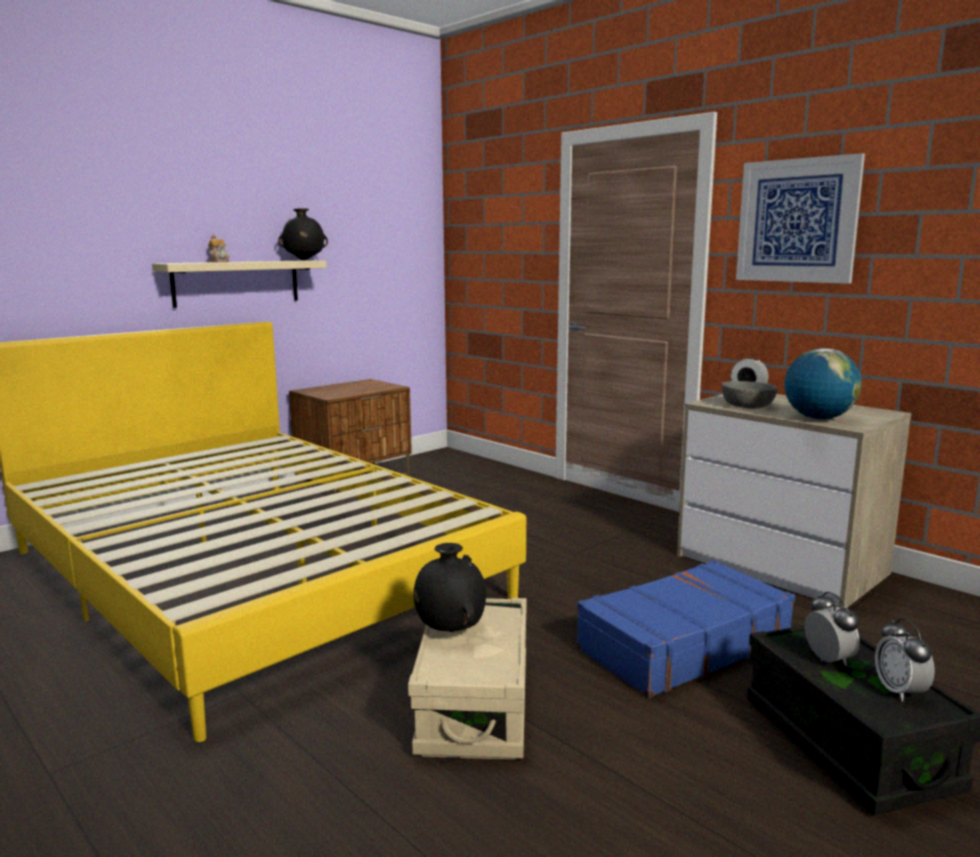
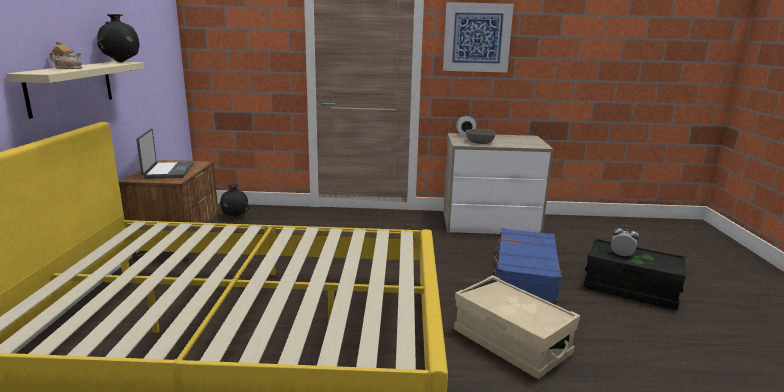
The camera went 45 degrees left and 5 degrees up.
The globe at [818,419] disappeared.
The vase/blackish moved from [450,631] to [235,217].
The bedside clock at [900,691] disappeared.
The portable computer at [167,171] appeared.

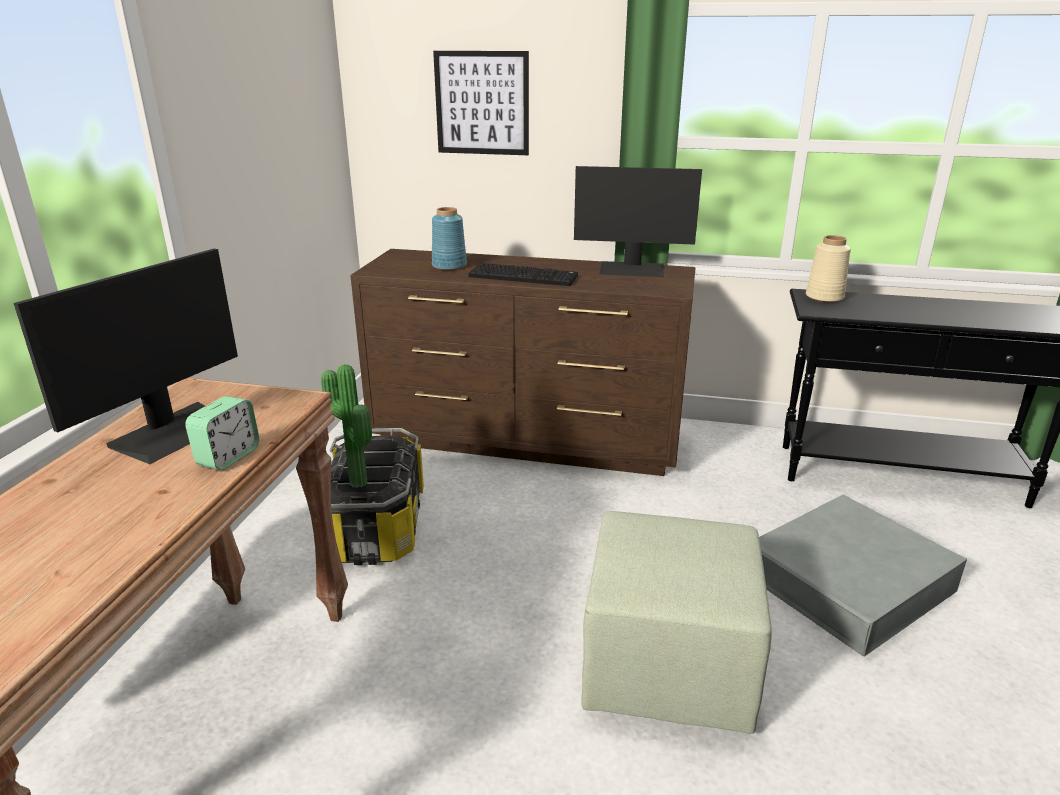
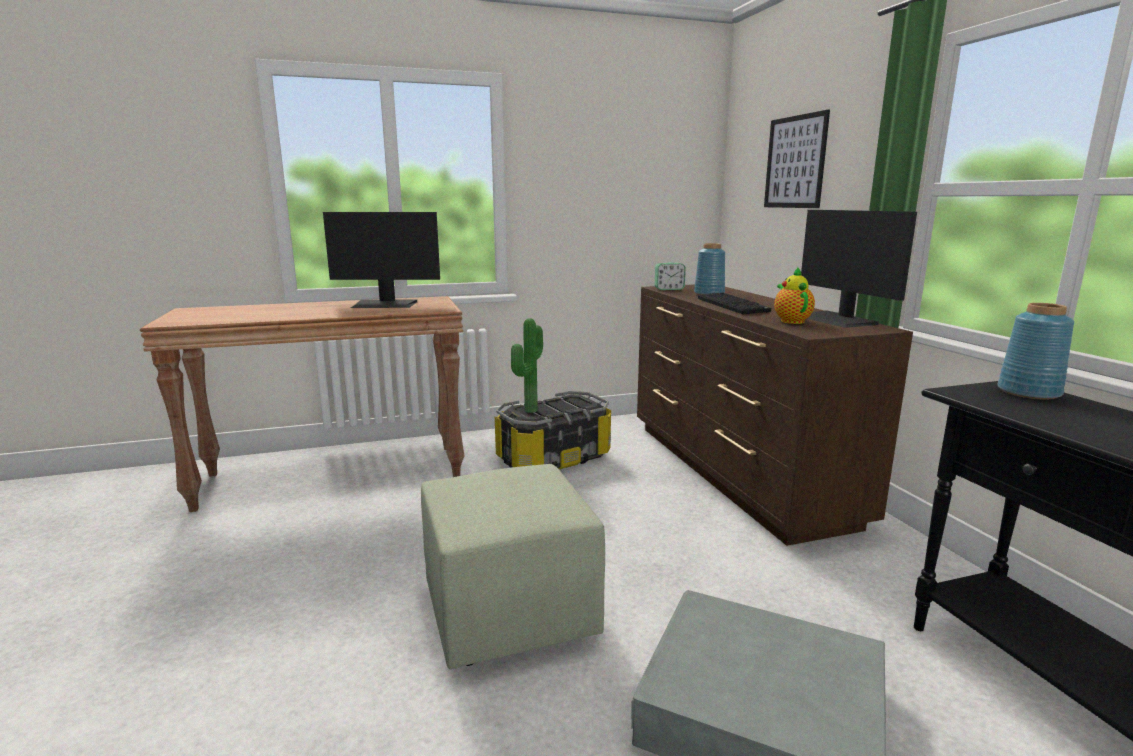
The camera went 60 degrees right and 10 degrees down.
The vase/beige at [824,297] became the vase/blue-coloured at [1029,392].
The bedside clock moved from [228,457] to [669,289].
The tea pot at [791,321] appeared.

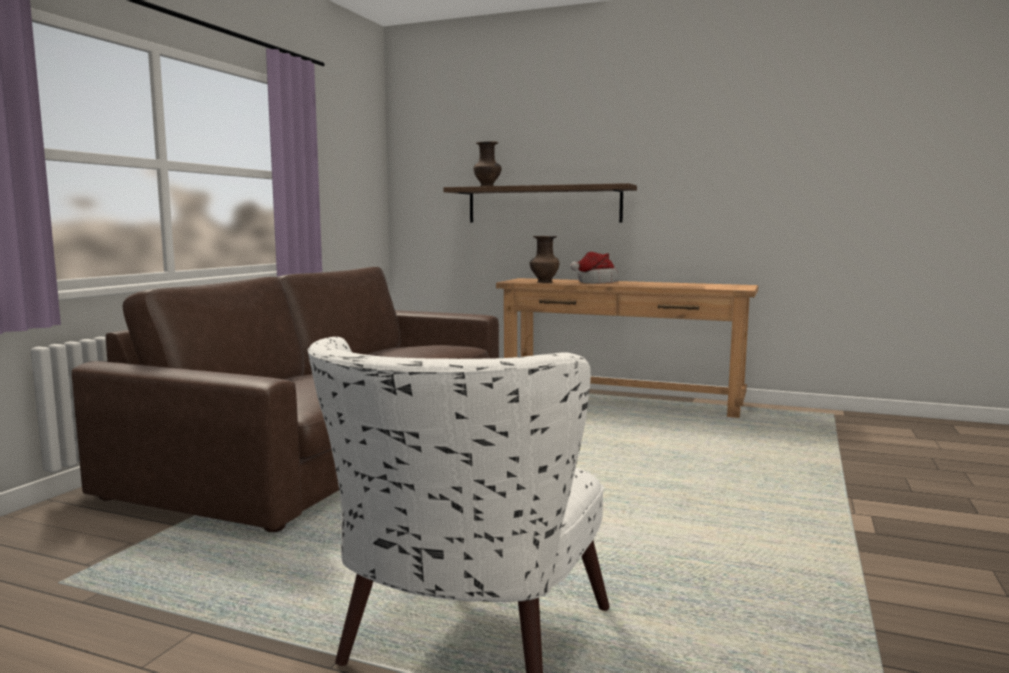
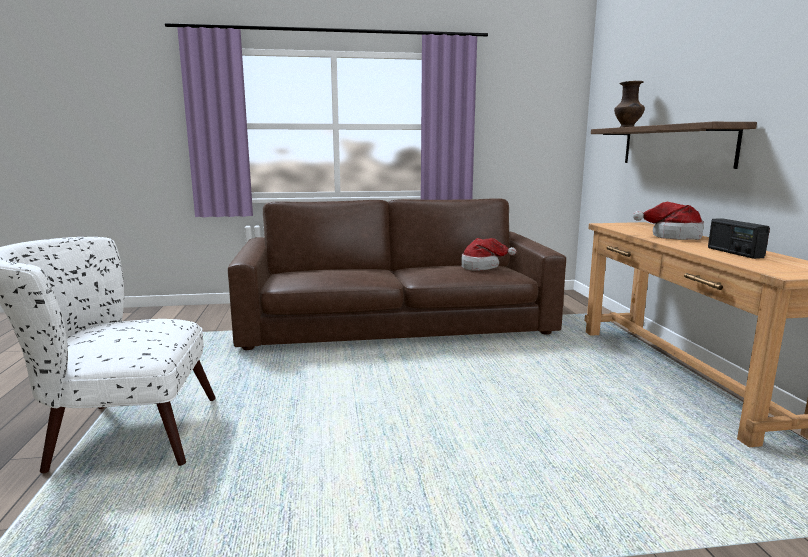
The camera went 60 degrees right and 5 degrees up.
The vase/brown-coloured at [544,282] disappeared.
The radio receiver at [734,252] appeared.
The hat at [482,266] appeared.

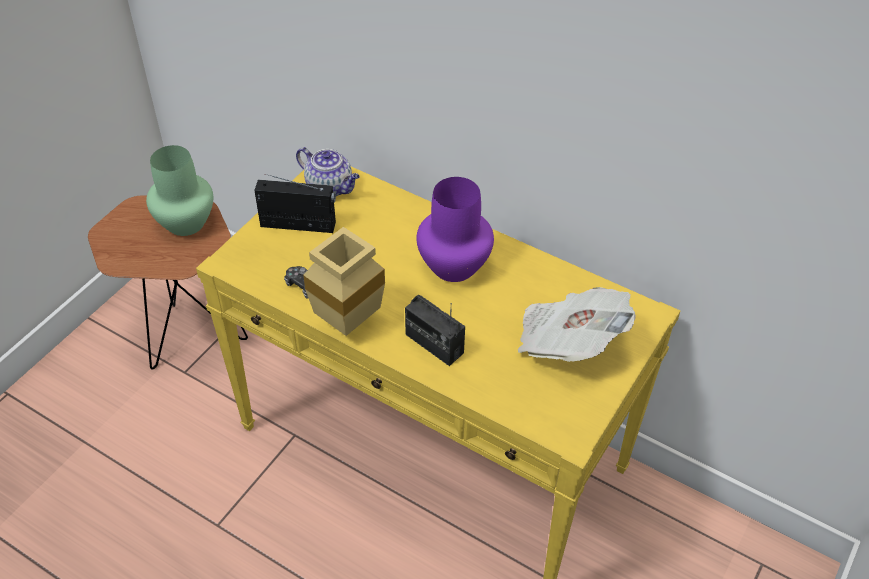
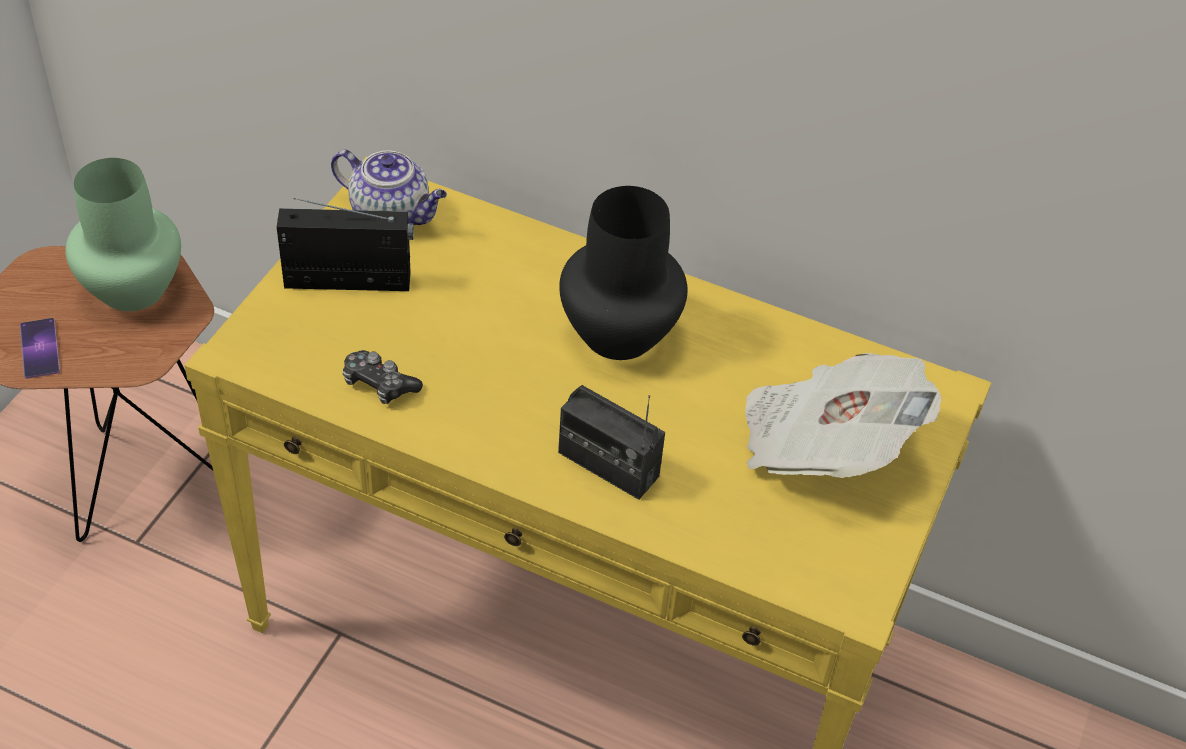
The camera went 10 degrees left and 0 degrees up.
The vase/purple-coloured at [453,265] became the vase/blackish at [617,332].
The vase/beige at [349,319] disappeared.
The handset at [39,348] appeared.

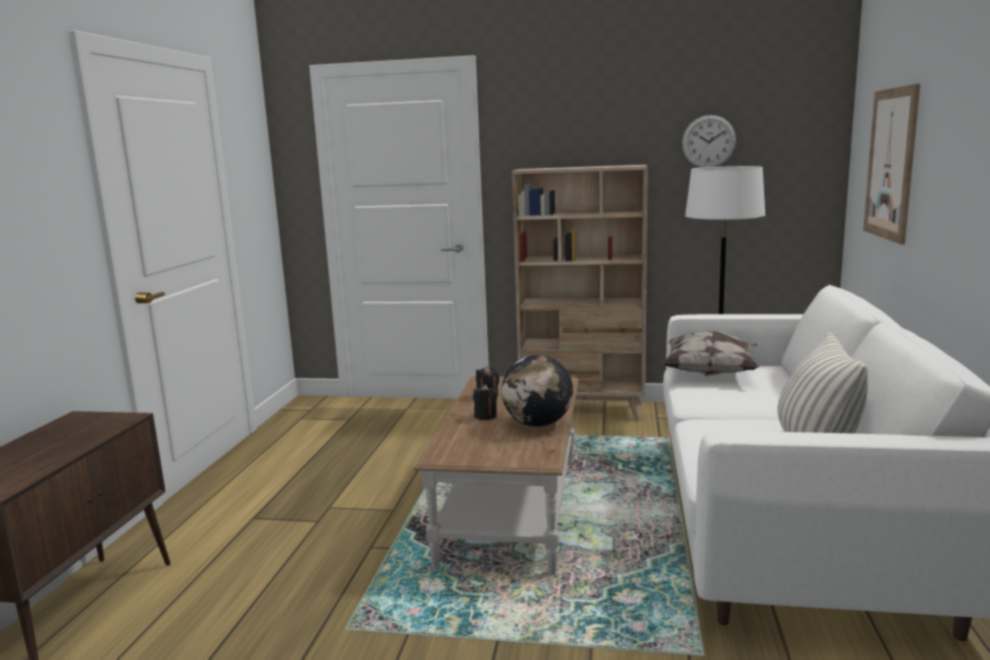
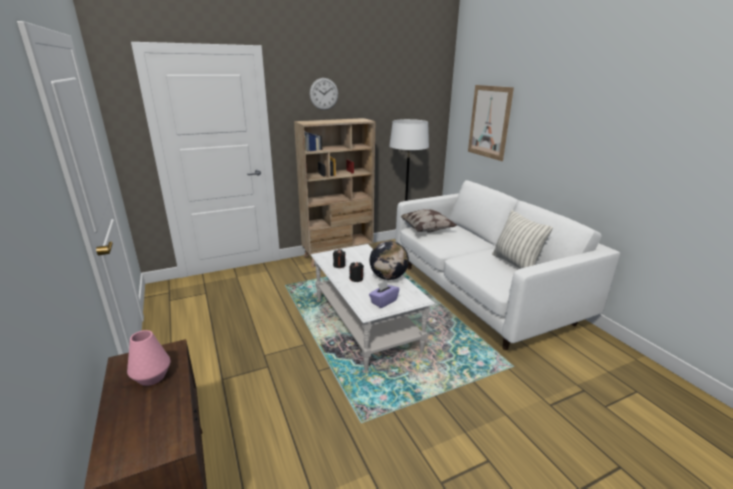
The camera went 35 degrees left and 10 degrees up.
The clock on the wall moved from [708,142] to [324,94].
The lounge table/brown-coloured at [511,509] became the lounge table/white-coloured at [365,323].
The box of tissues/purple-coloured at [383,301] appeared.
The vase/pinkish at [152,377] appeared.

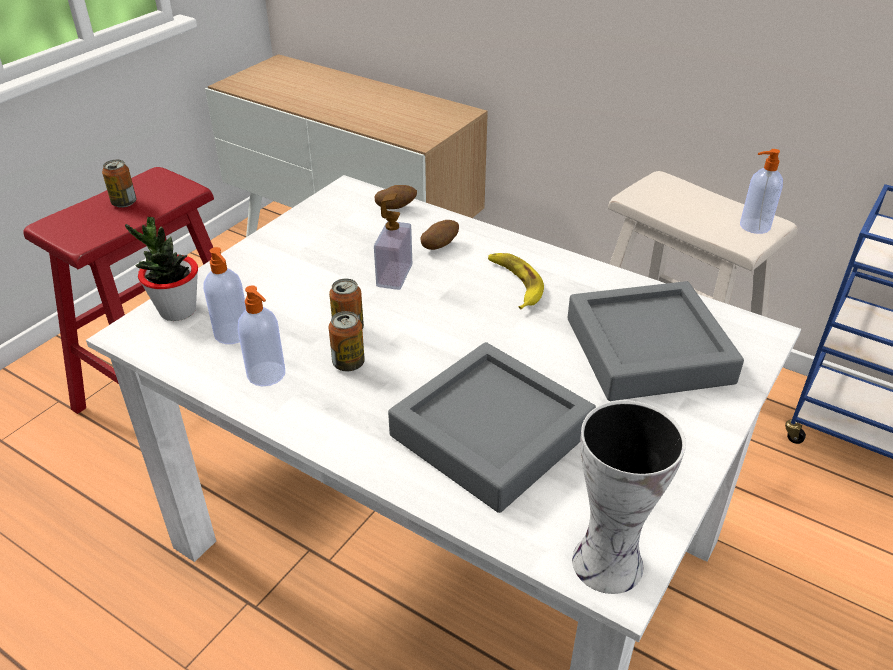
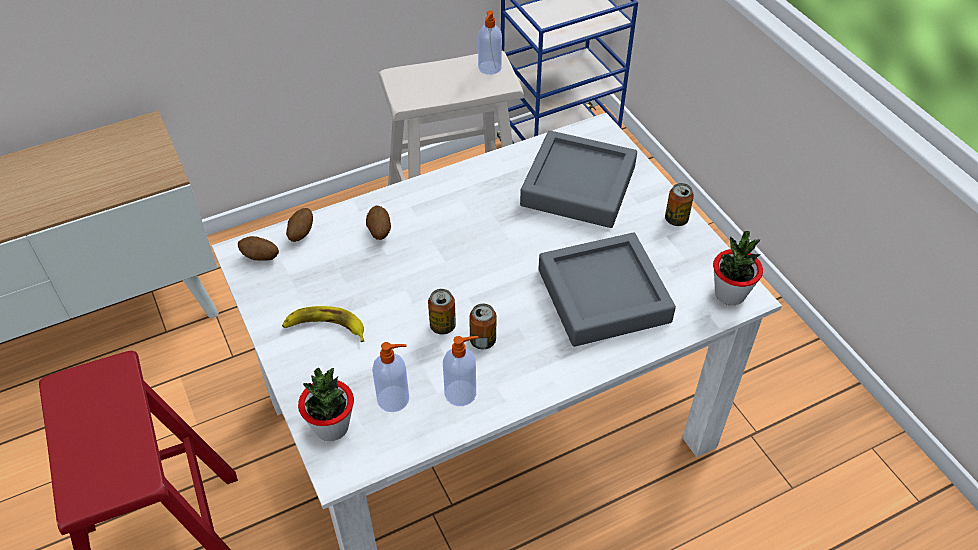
The camera went 60 degrees left and 10 degrees up.
The sealed can moved from [124,203] to [676,219].
The soap dispenser at [394,275] disappeared.
The banana moved from [515,283] to [325,327].
The vase at [604,561] was replaced by the potted plant at [729,294].
The potato at [260,257] appeared.

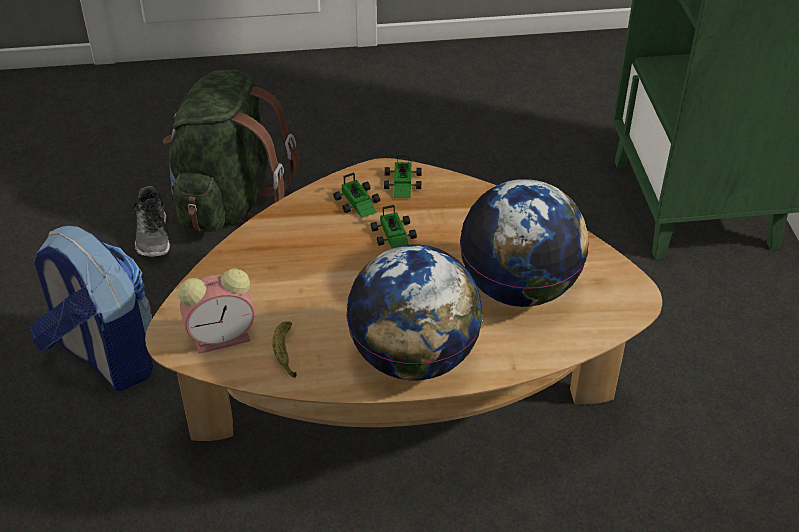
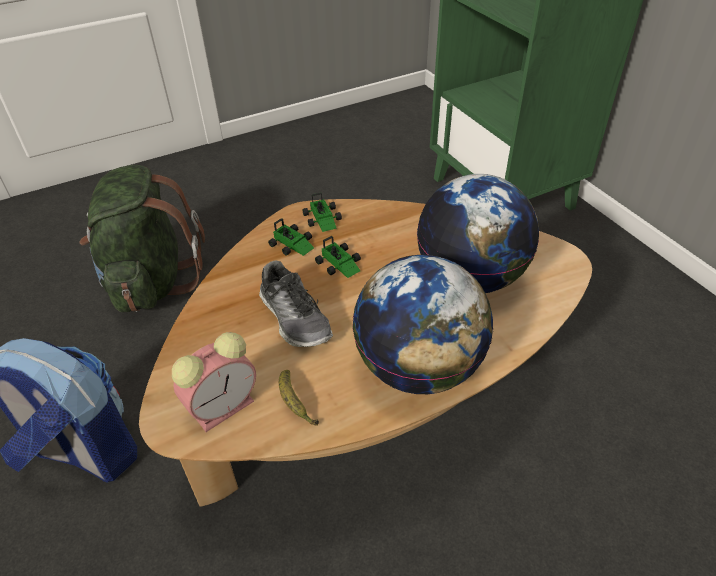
The camera went 20 degrees left and 0 degrees up.
The item of footwear moved from [153,235] to [295,318].

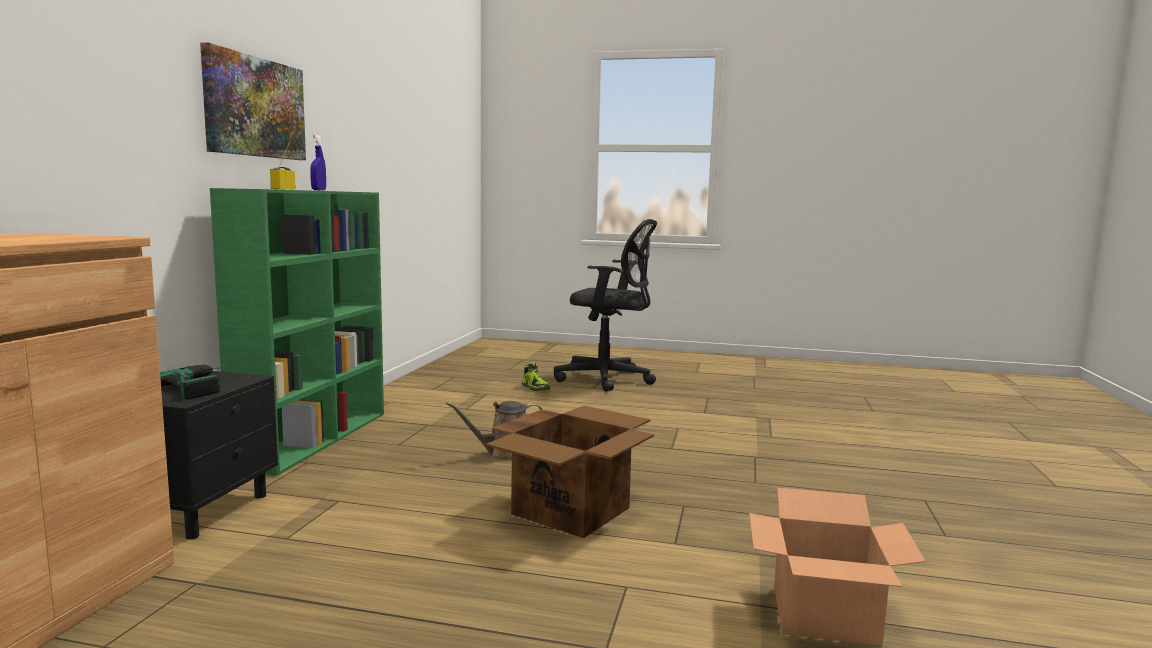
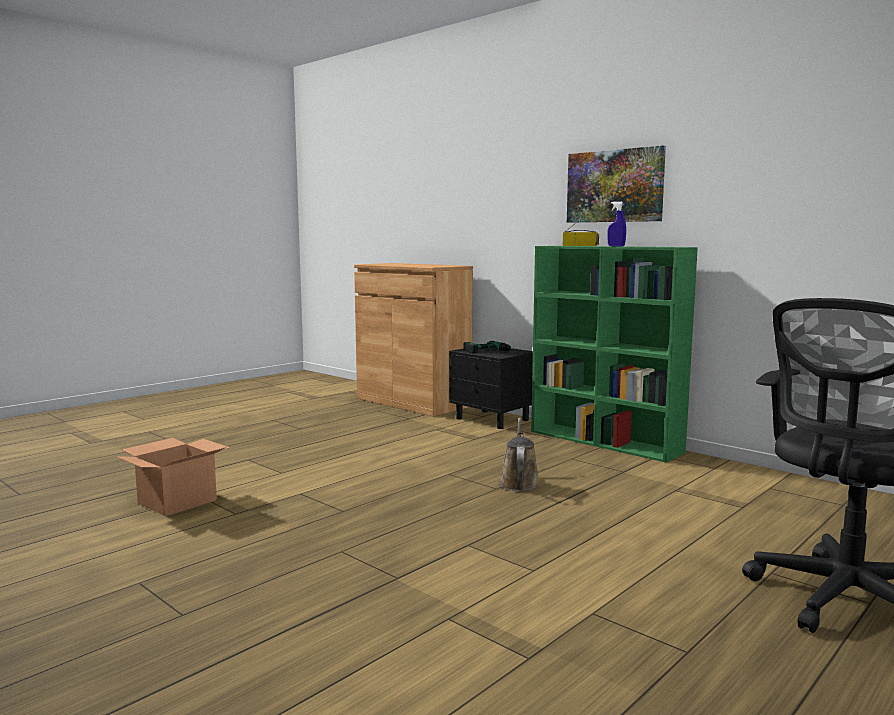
The camera went 120 degrees right and 0 degrees up.
The item of footwear at [535,388] disappeared.
The cardboard box at [572,510] disappeared.

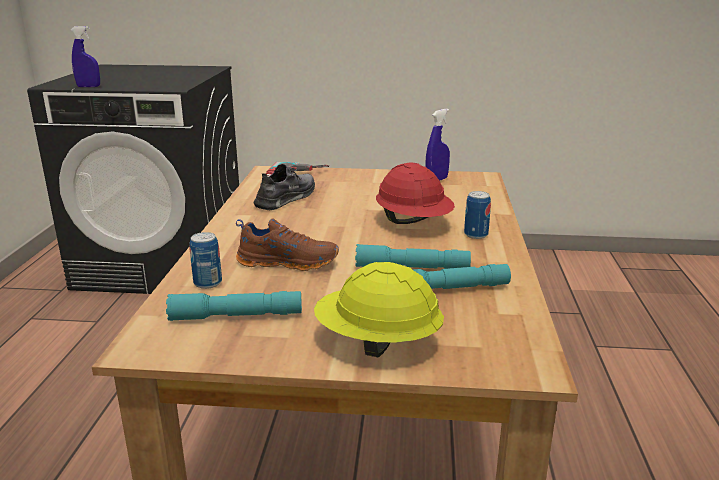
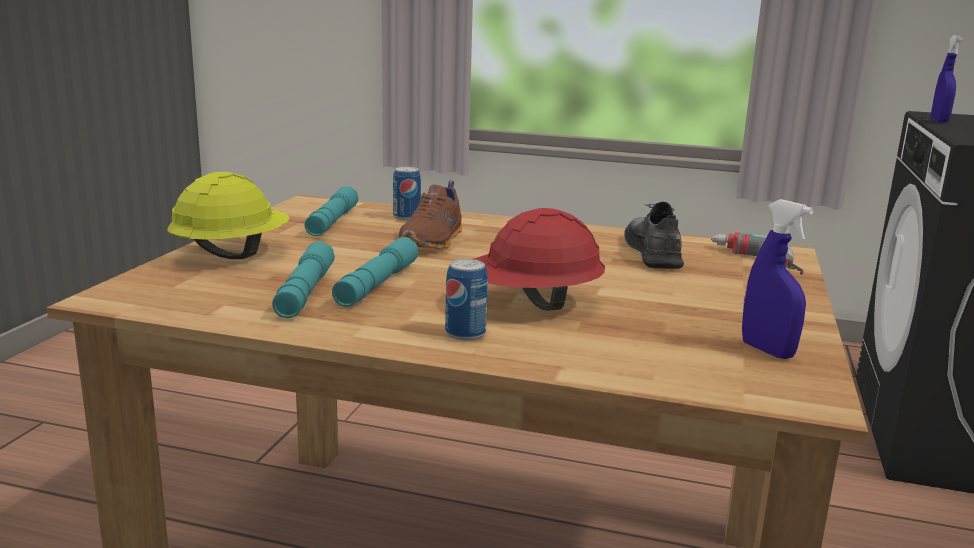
The camera went 100 degrees right and 5 degrees down.
The item of footwear/gray at [287,198] turned 135 degrees counterclockwise.

